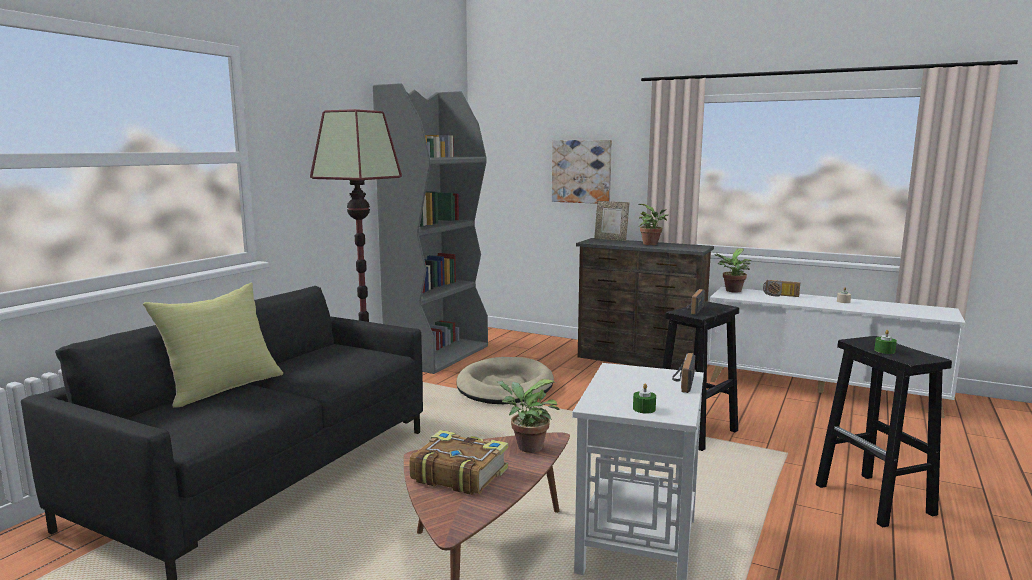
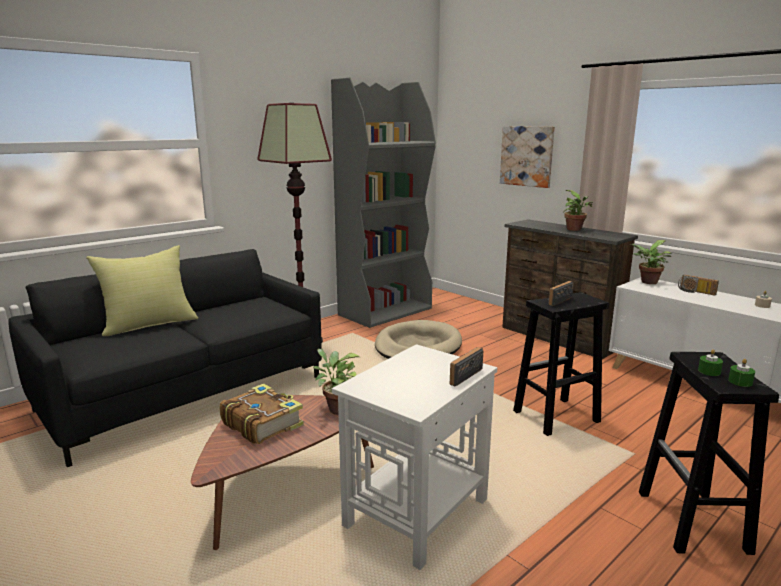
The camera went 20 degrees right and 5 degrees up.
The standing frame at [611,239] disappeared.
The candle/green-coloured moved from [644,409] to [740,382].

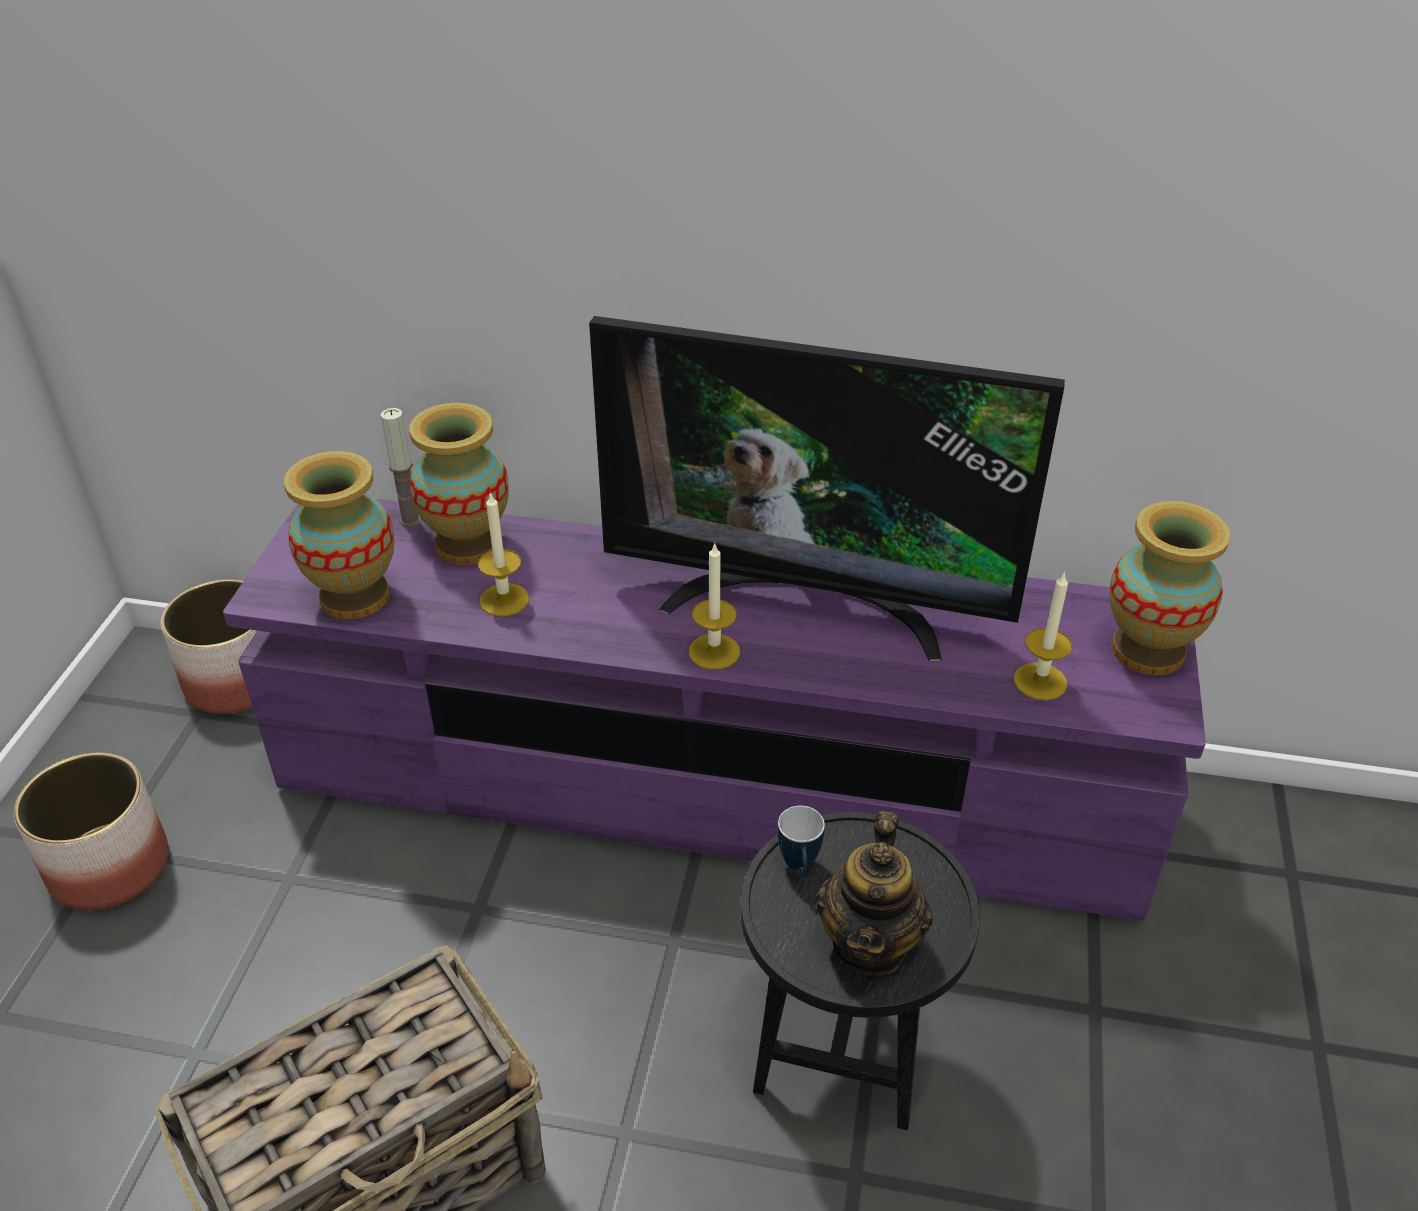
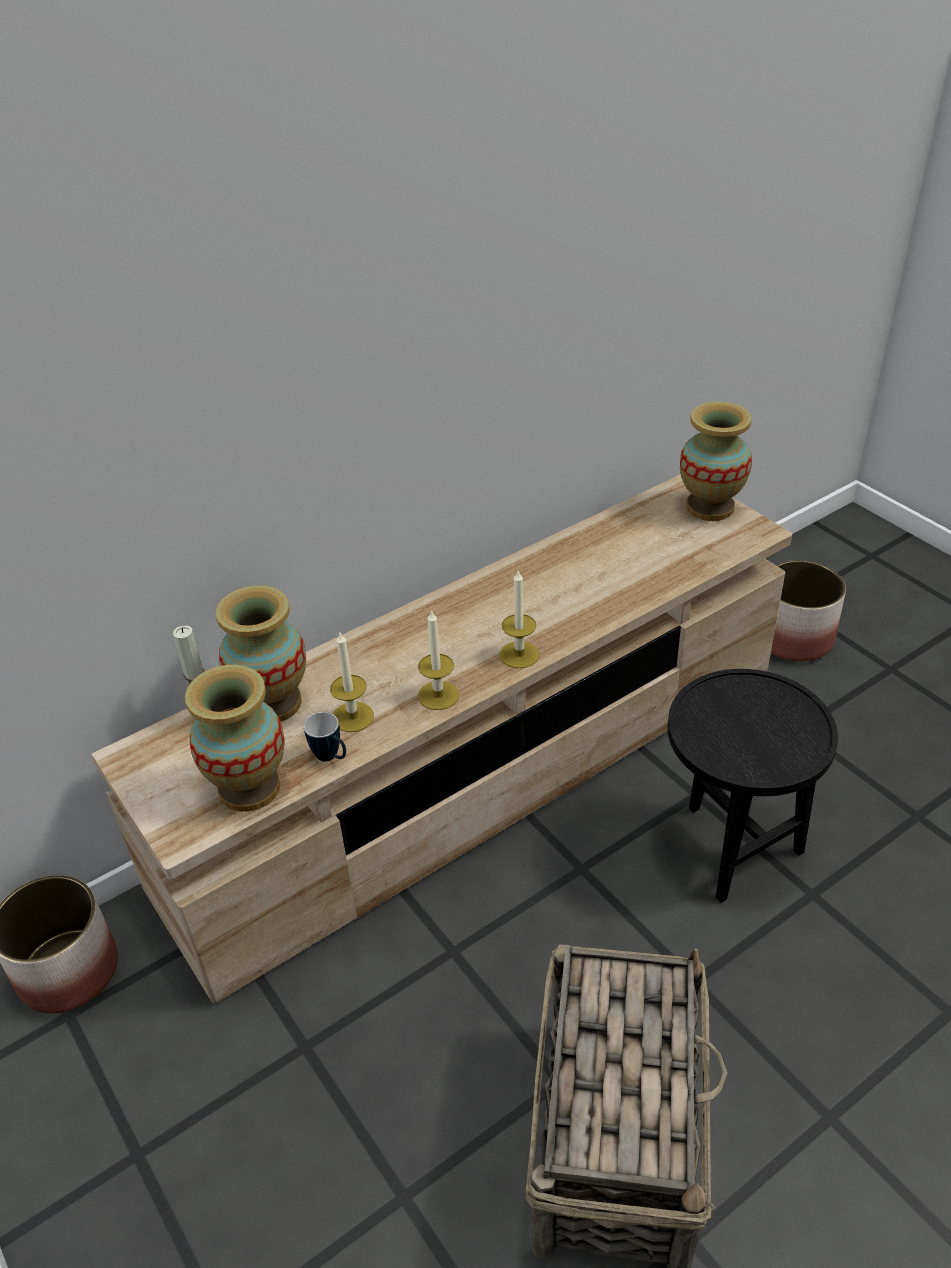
The camera went 45 degrees left and 0 degrees up.
The TV set at [808,603] disappeared.
The tv unit/purple-coloured at [709,783] became the tv unit/beige at [482,774].
The candle moved from [1040,681] to [438,695].
The flower pot moved from [108,867] to [794,639].
The tea mug moved from [799,868] to [331,757].
The tea pot at [870,943] disappeared.

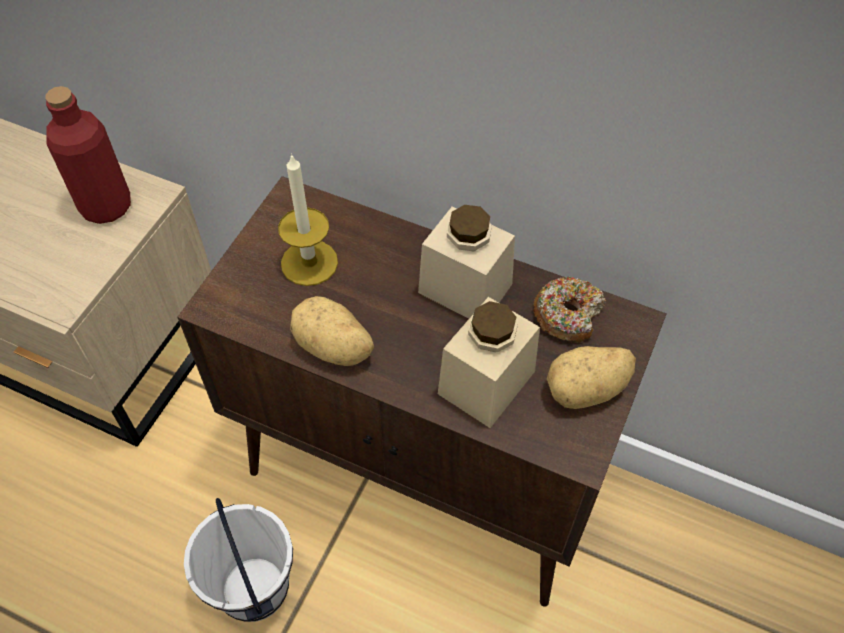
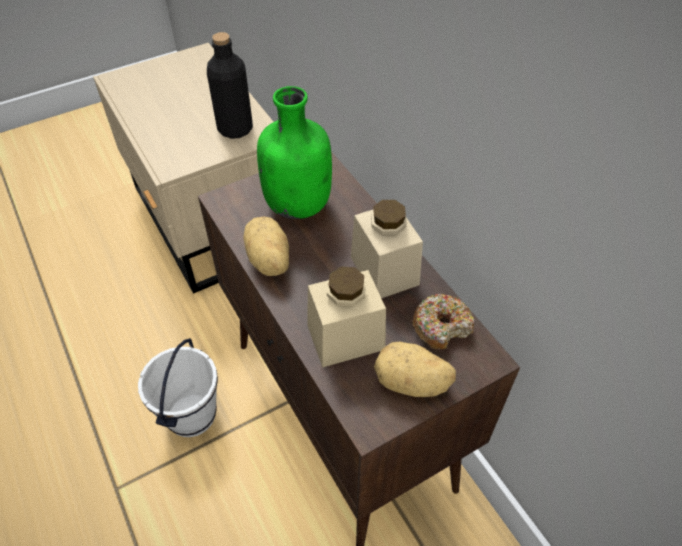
The camera went 35 degrees right and 5 degrees down.
The bottle/red-coloured at [106,206] became the bottle/blackish at [235,129].
The candle at [309,263] was replaced by the bottle/green-coloured at [299,204].

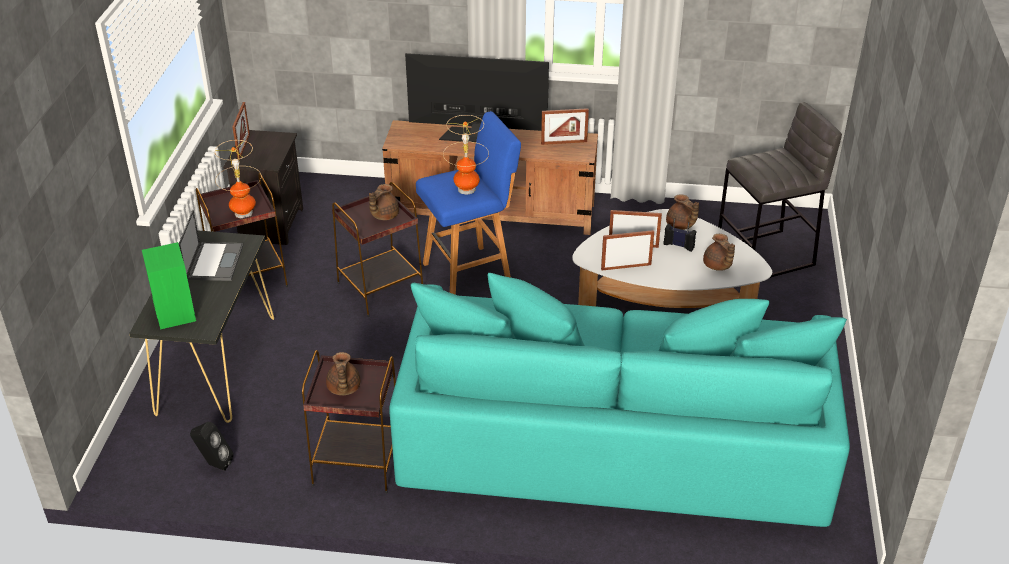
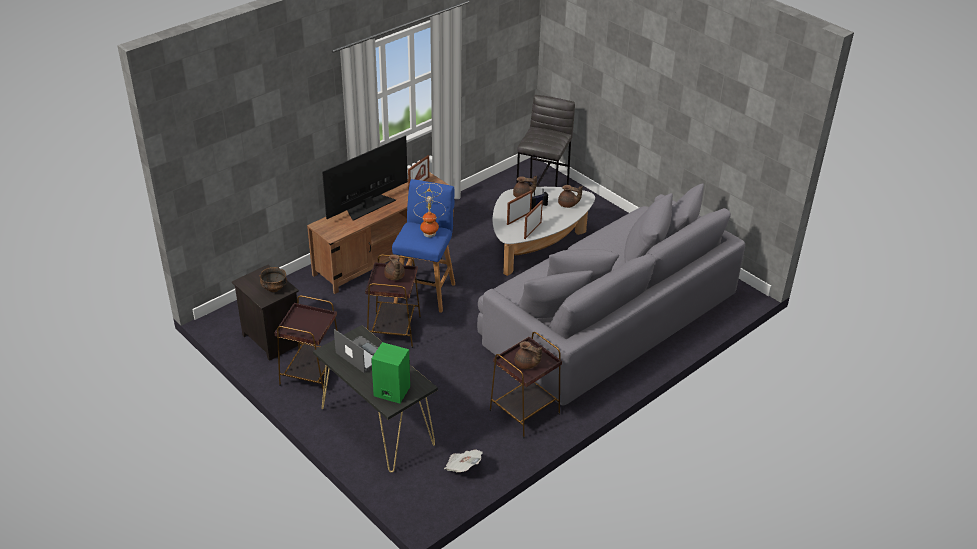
The camera went 50 degrees left and 0 degrees up.
The standing frame at [243,147] disappeared.
The table lamp at [244,213] disappeared.
The settee/turquoise at [614,435] became the settee/gray at [607,317].
The speaker/blackish at [214,464] was replaced by the newspaper at [463,467].
The serving bowl at [274,288] appeared.

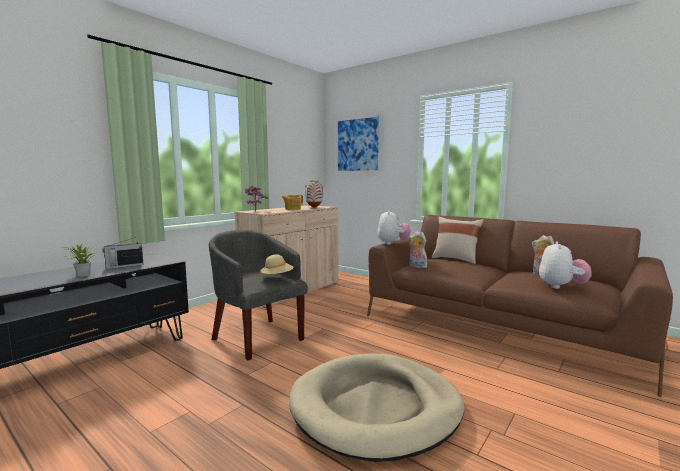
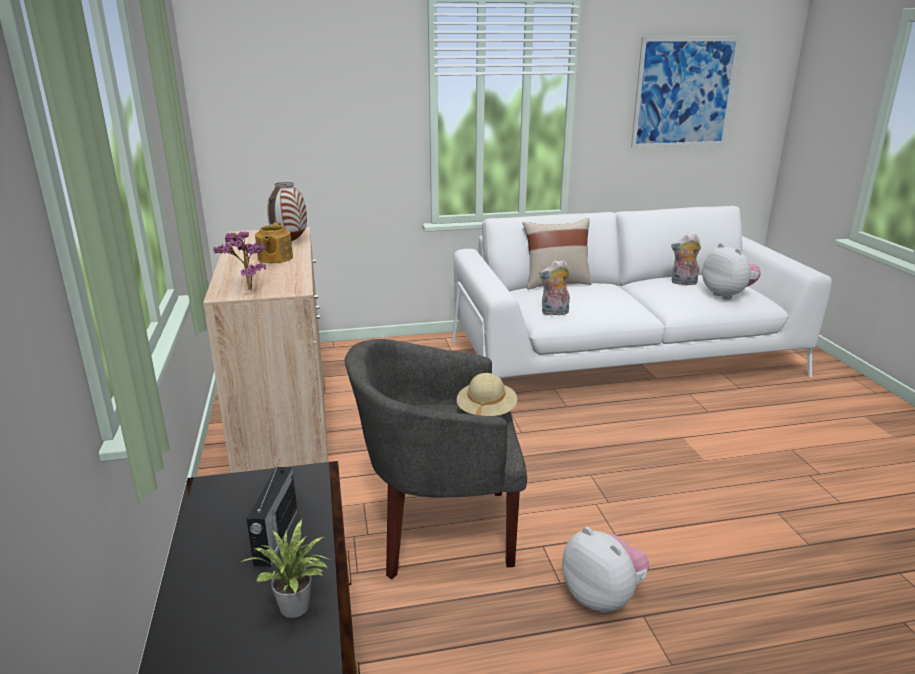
The camera went 50 degrees left and 15 degrees up.
The wall art moved from [357,145] to [684,93].
The plush toy moved from [393,243] to [602,597].
The settee/brown-coloured at [498,327] became the settee/white-coloured at [622,359].
The pet bed/beige at [376,408] disappeared.

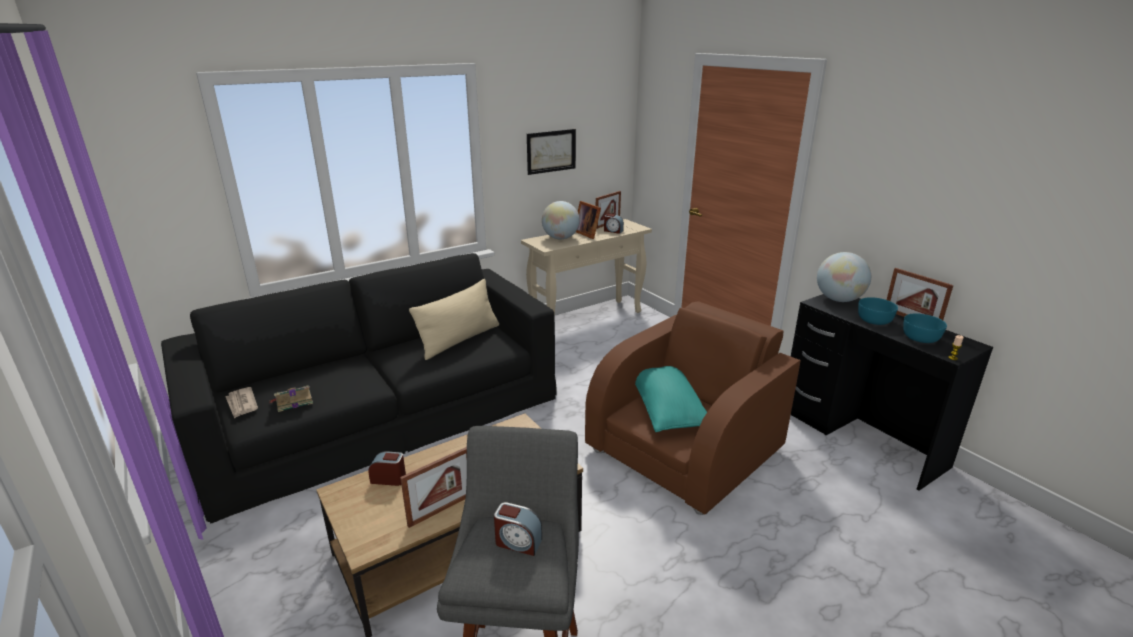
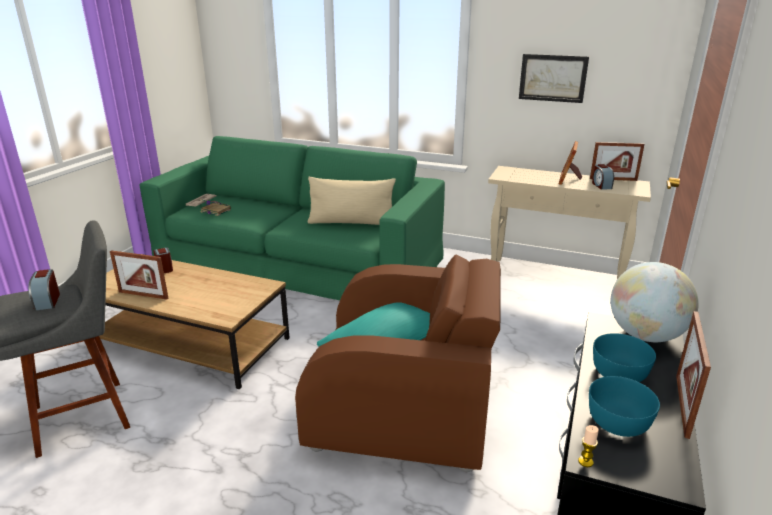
The camera went 55 degrees right and 0 degrees up.
The globe at [560,238] disappeared.
The settee/blackish at [381,414] became the settee/green-coloured at [299,259].

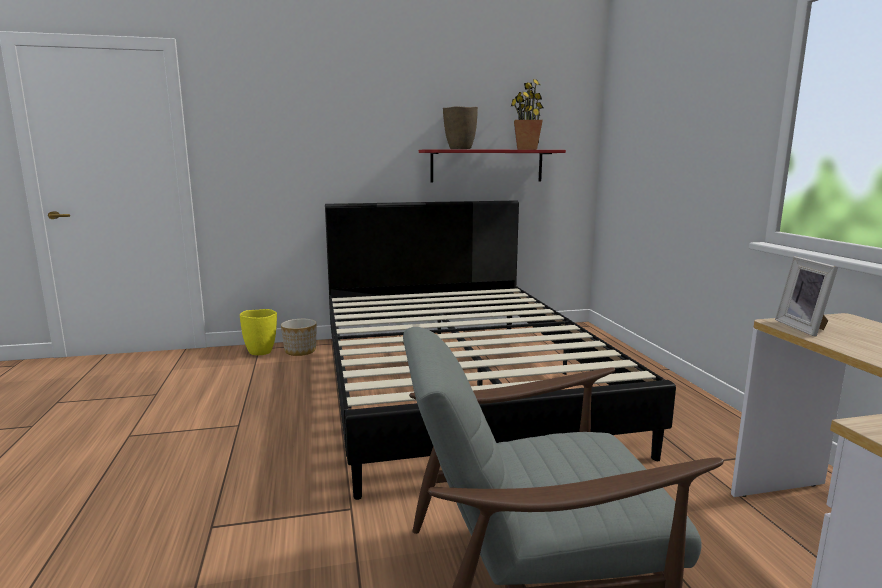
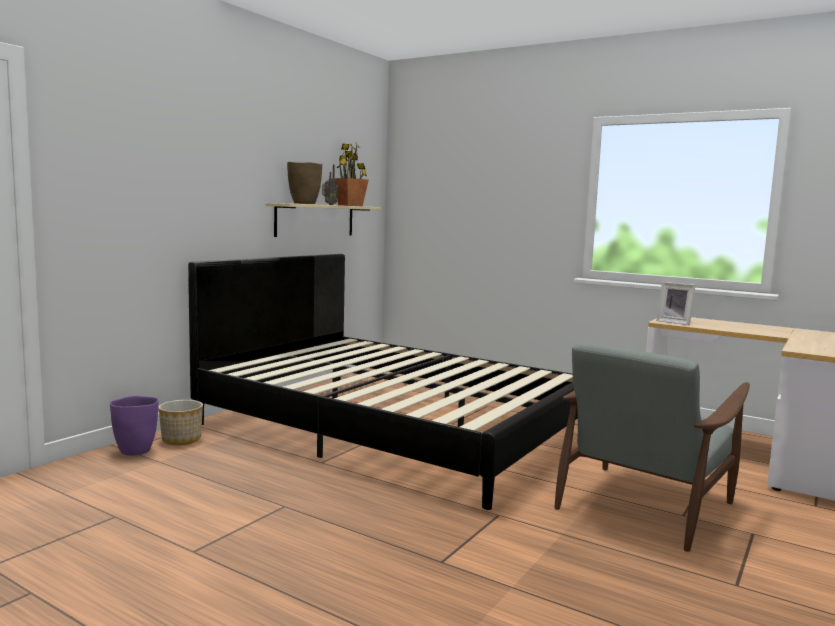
The camera went 45 degrees left and 5 degrees down.
The wall shelf/red-coloured at [487,166] became the wall shelf/beige at [315,220].
The vase/yellowish at [261,352] became the vase/purple-coloured at [135,451].
The radio receiver at [329,204] appeared.

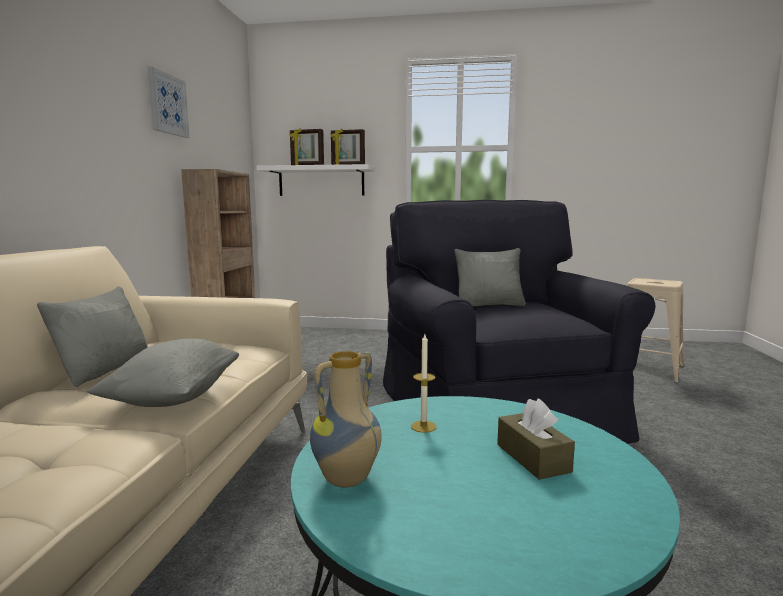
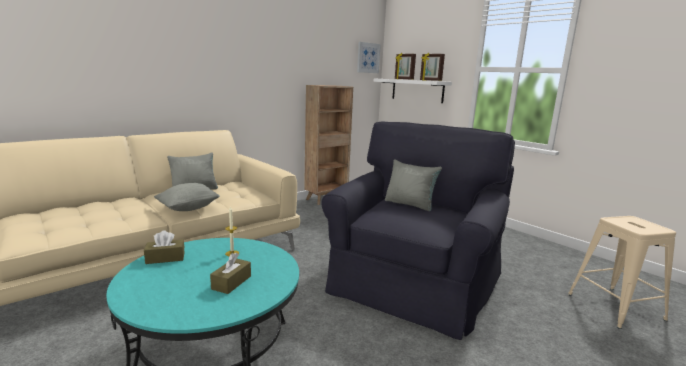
The camera went 40 degrees right and 5 degrees up.
The wall art moved from [167,104] to [368,58].
The vase at [347,480] was replaced by the box of tissues/brown-coloured at [165,258].

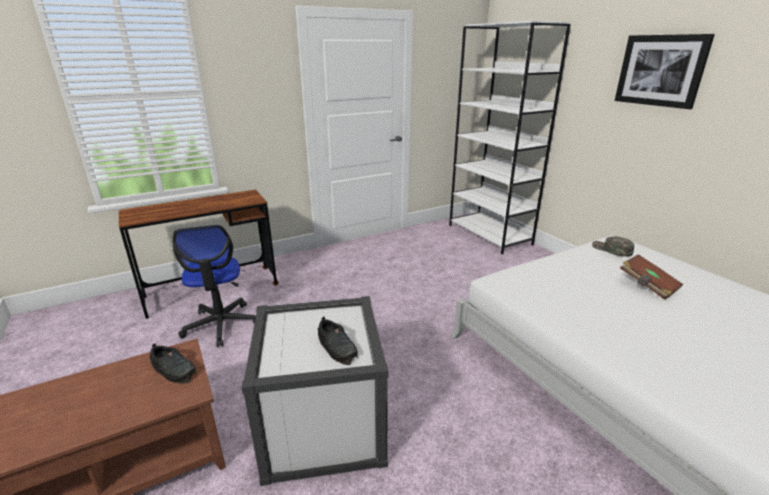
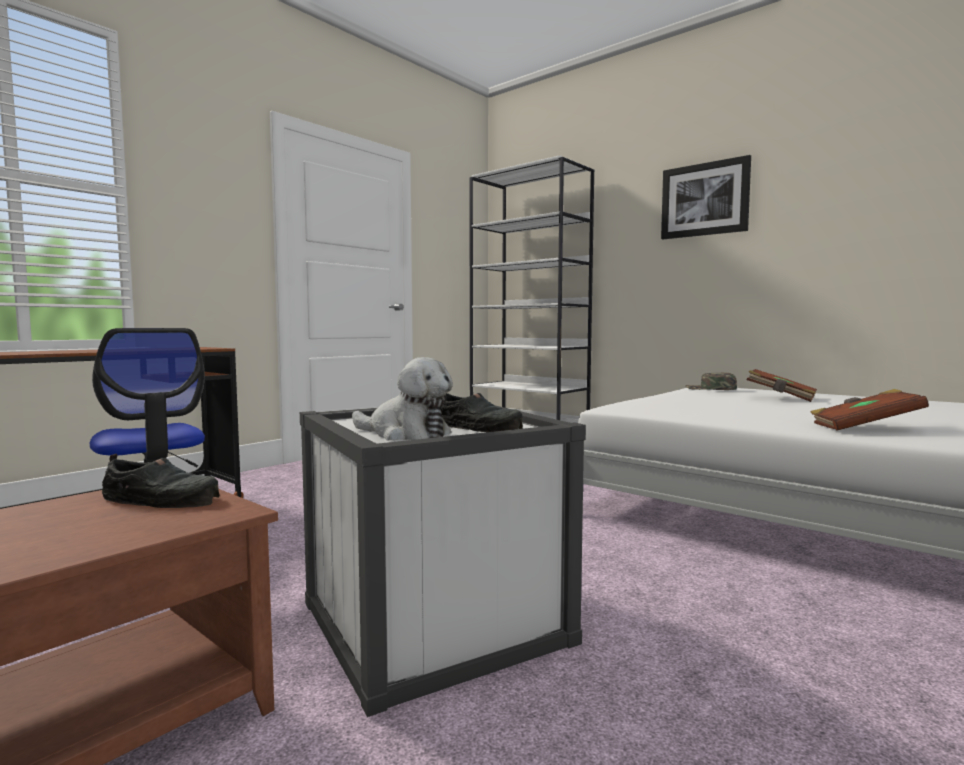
The camera went 20 degrees left and 20 degrees down.
The plush toy at [405,434] appeared.
The bound book/brown-coloured at [864,428] appeared.

